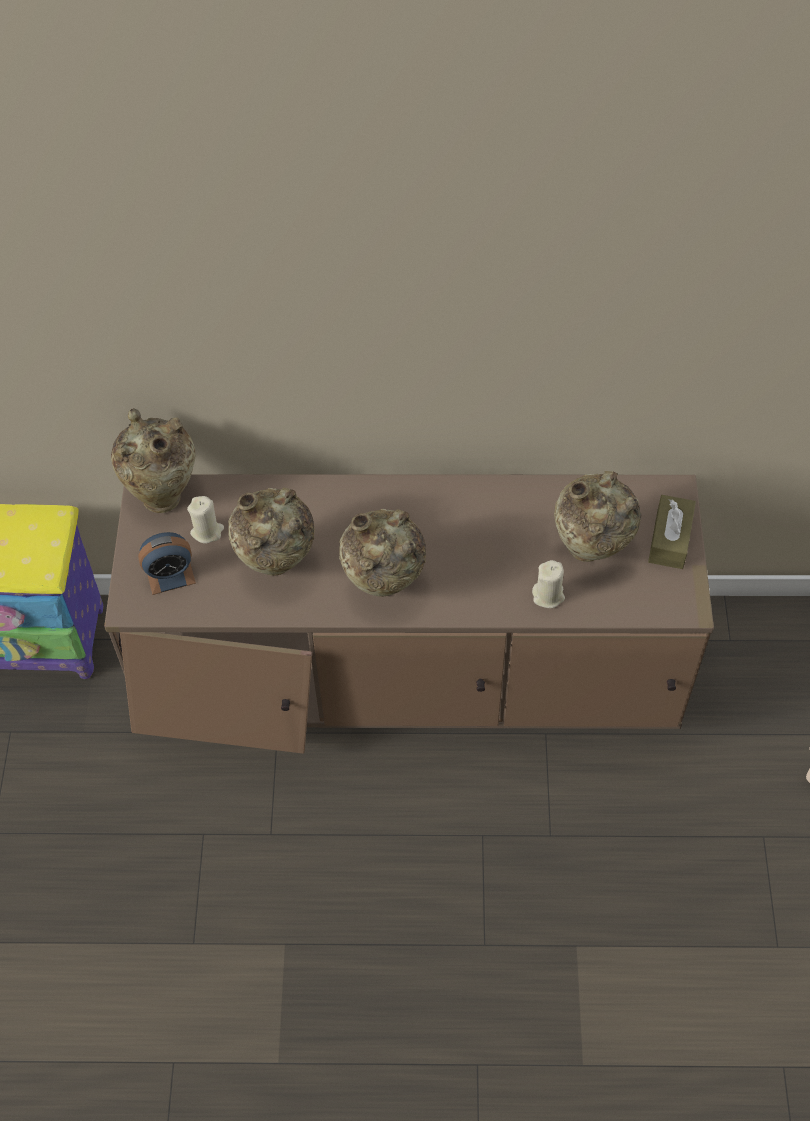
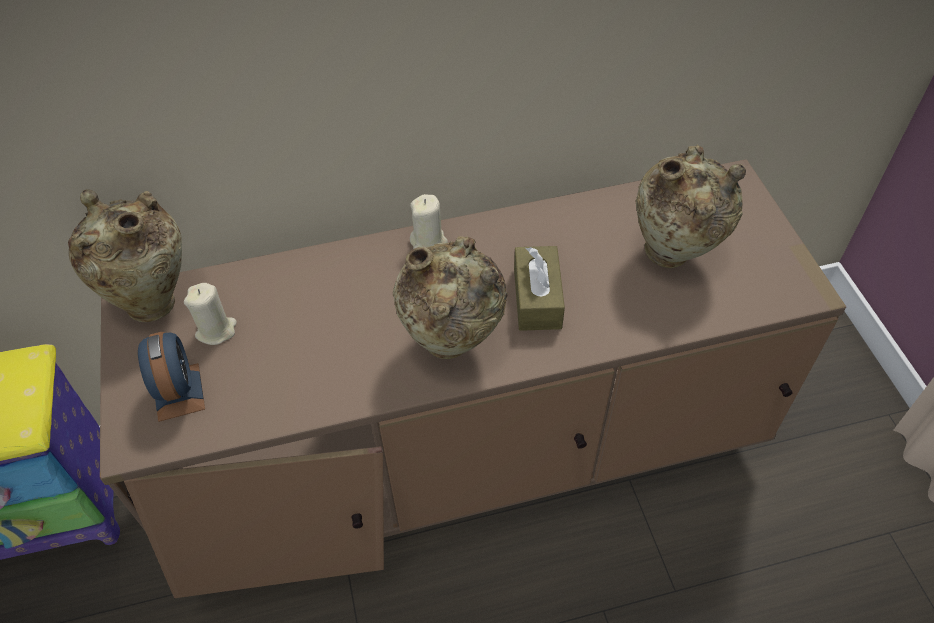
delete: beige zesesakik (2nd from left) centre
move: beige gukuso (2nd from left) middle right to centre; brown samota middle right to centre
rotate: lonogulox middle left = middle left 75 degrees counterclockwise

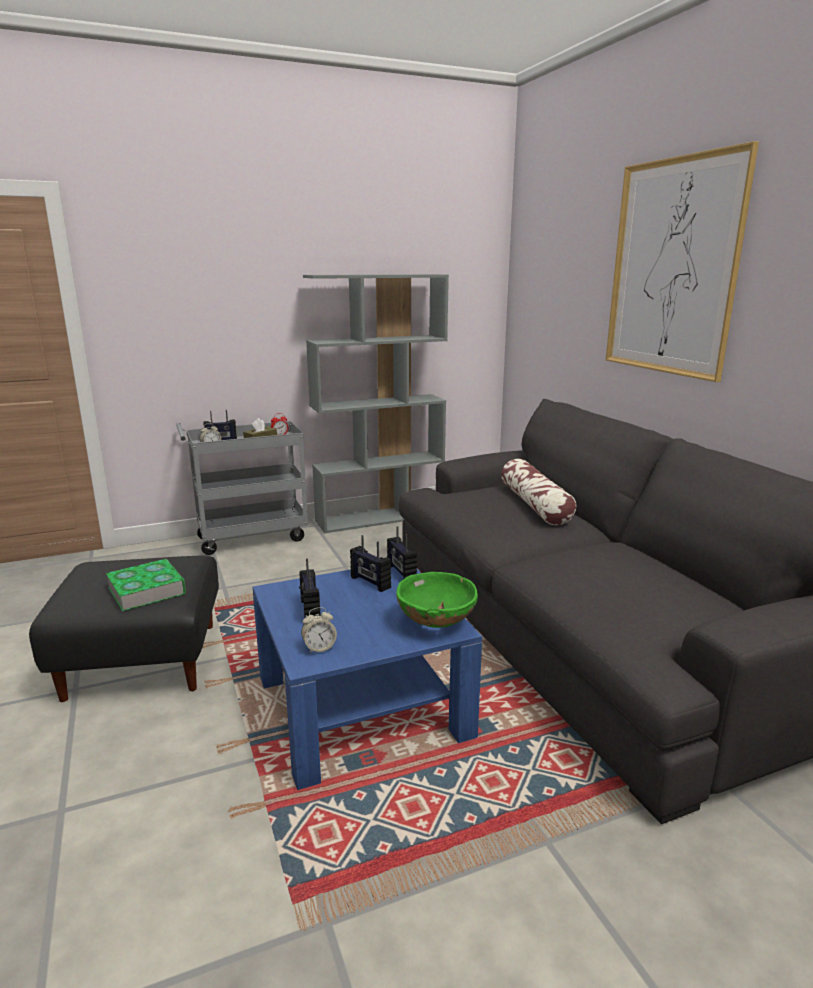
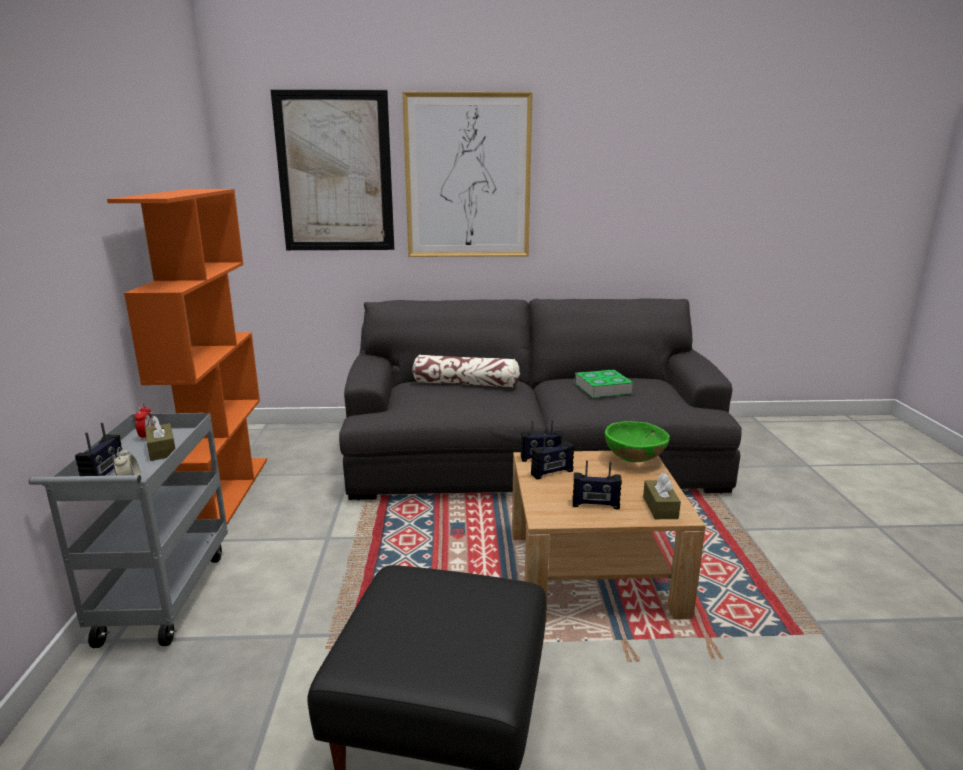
insert: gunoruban (1st from left) top centre
move: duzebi middle left to centre
replace: lonogulox (3rd from left) centre to brown samota (2nd from left) middle right
recolor: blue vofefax bottom centre to brown vofefax bottom centre; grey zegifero centre to orange zegifero middle left

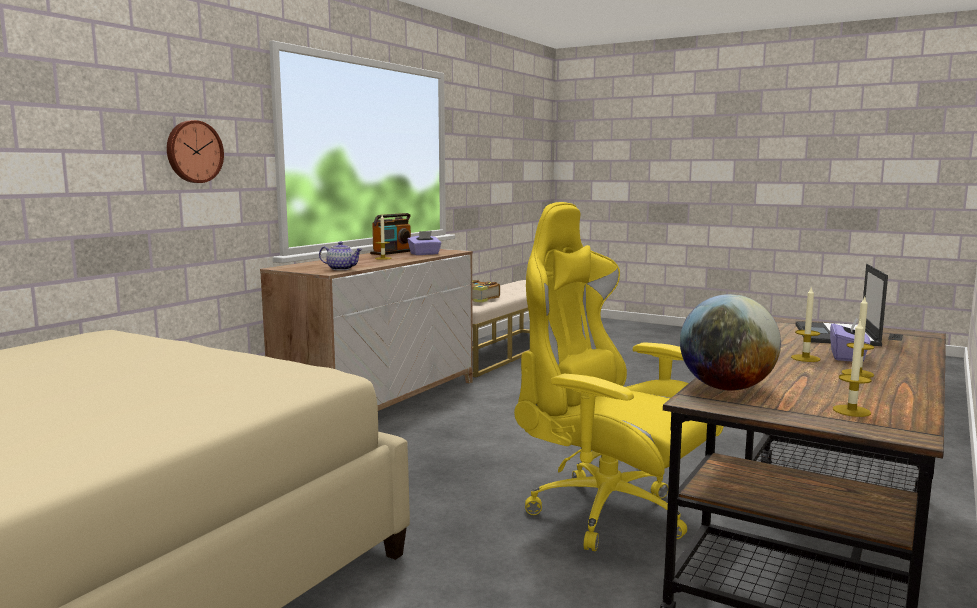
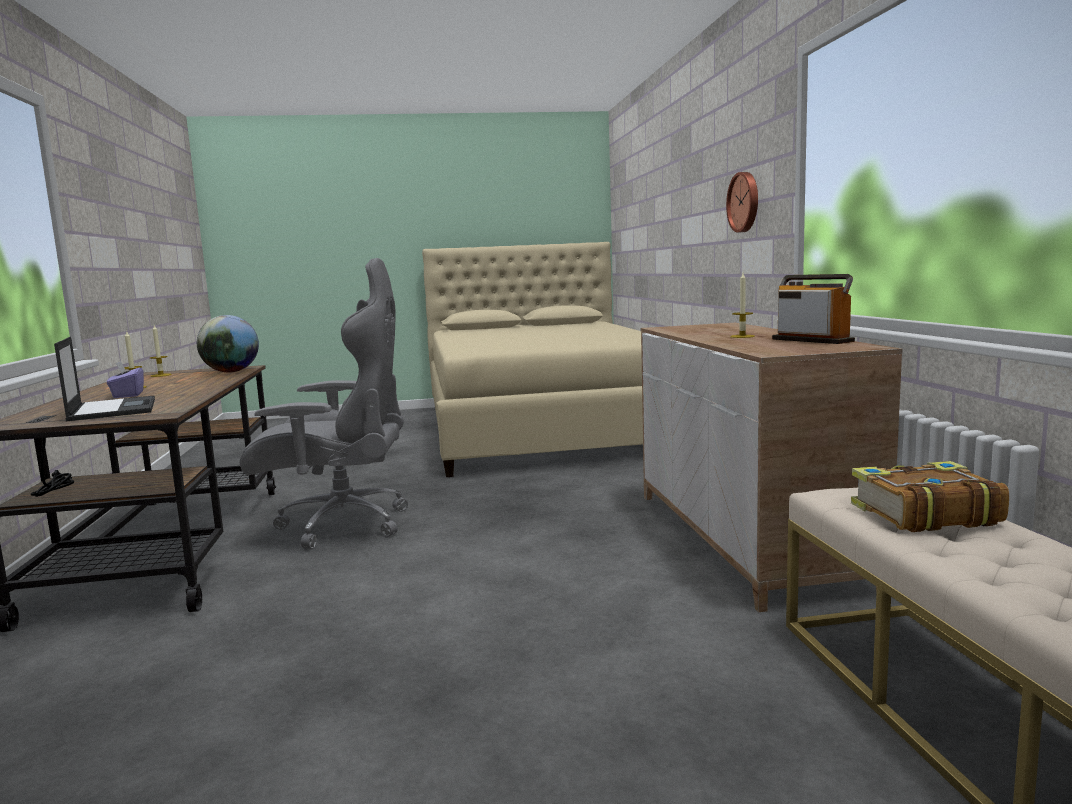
delete: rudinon centre; purple samota (1st from left) centre; gukuso (2nd from left) middle right
recolor: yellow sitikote centre to grey sitikote middle left
rotate: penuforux centre = middle right 150 degrees clockwise

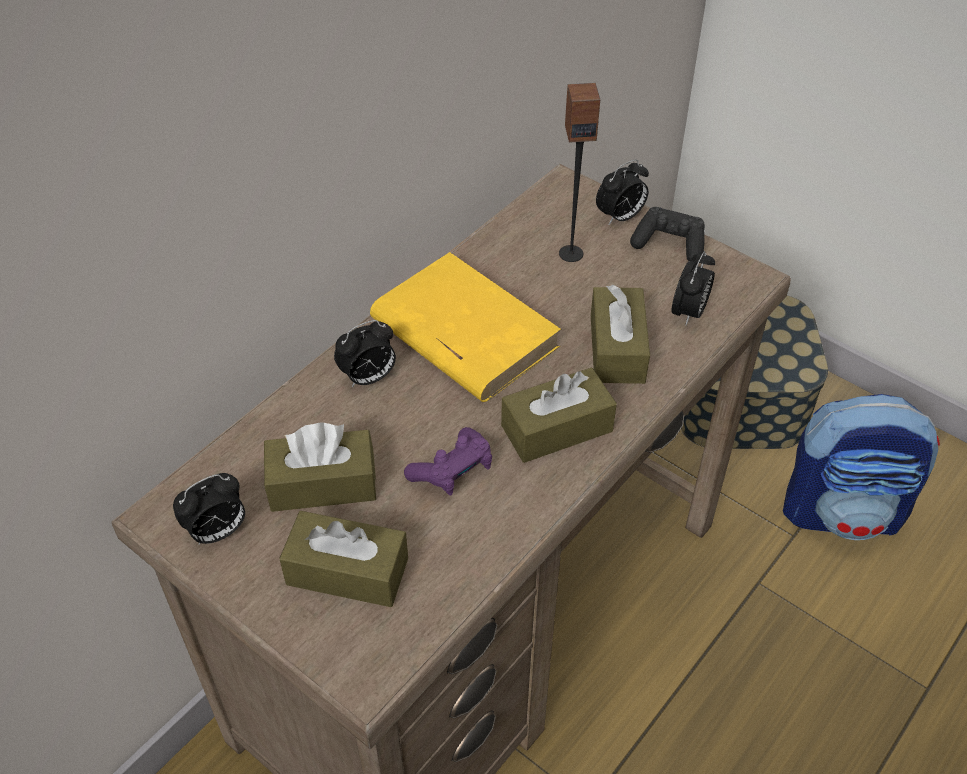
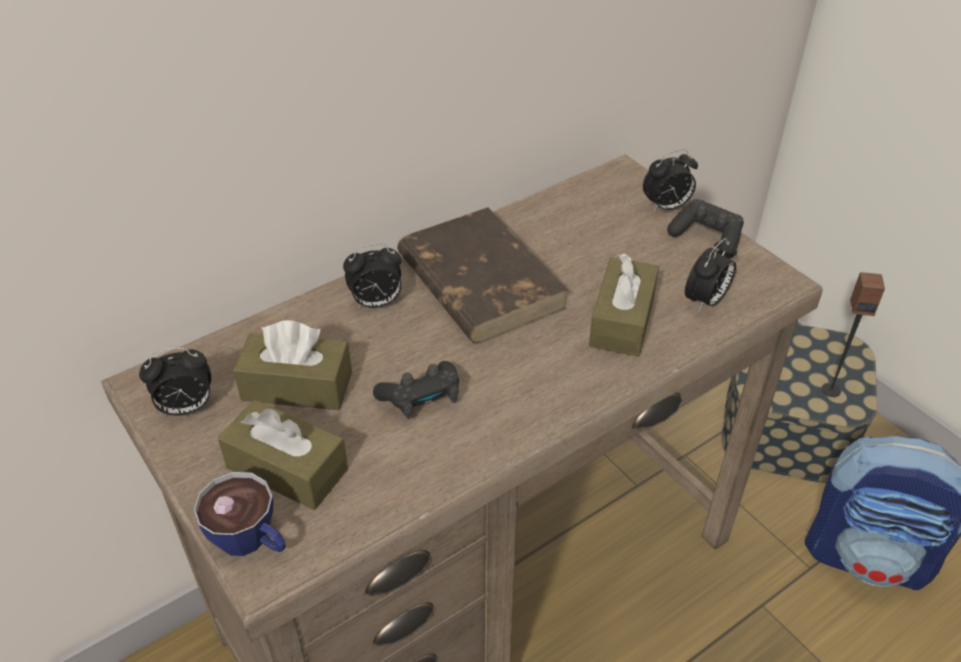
delete: brown samota (3rd from left) centre
insert: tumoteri bottom left
move: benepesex top centre to middle right
recolor: yellow duzebi centre to brown duzebi centre; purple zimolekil centre to black zimolekil (1st from left) centre

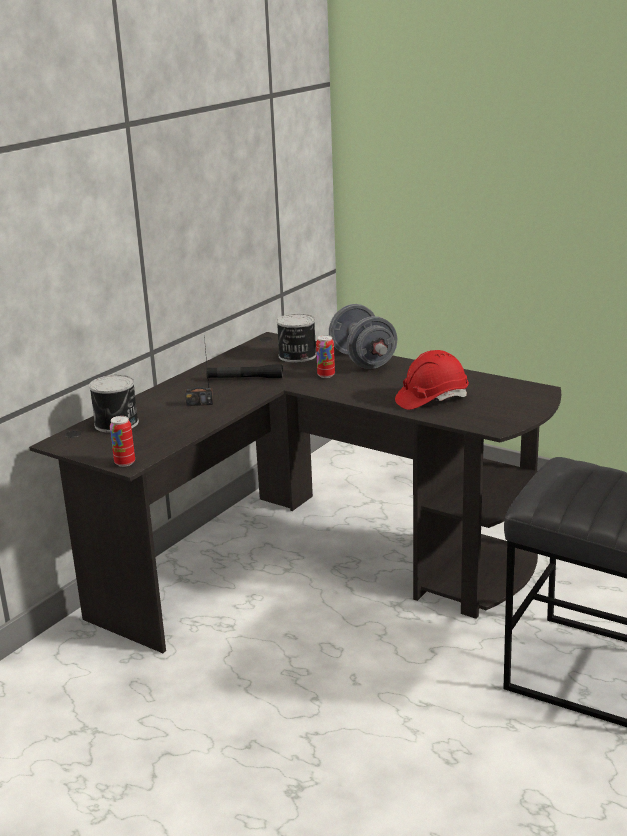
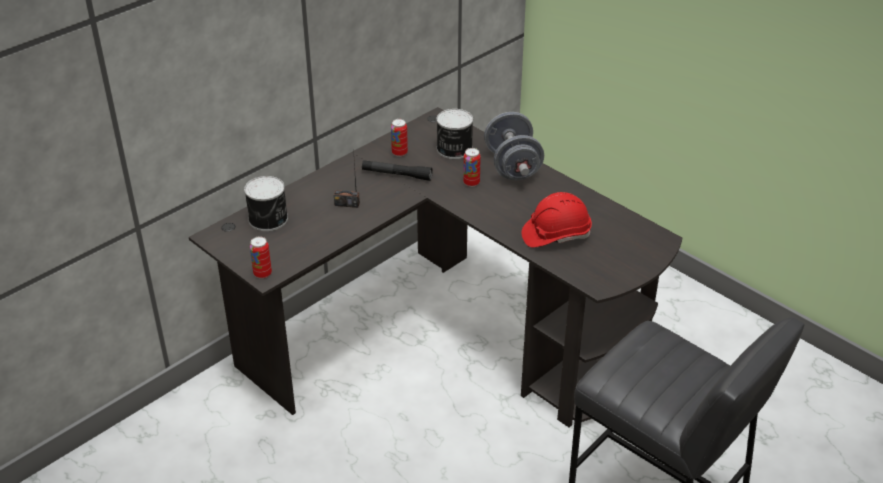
insert: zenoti (3rd from left) top centre

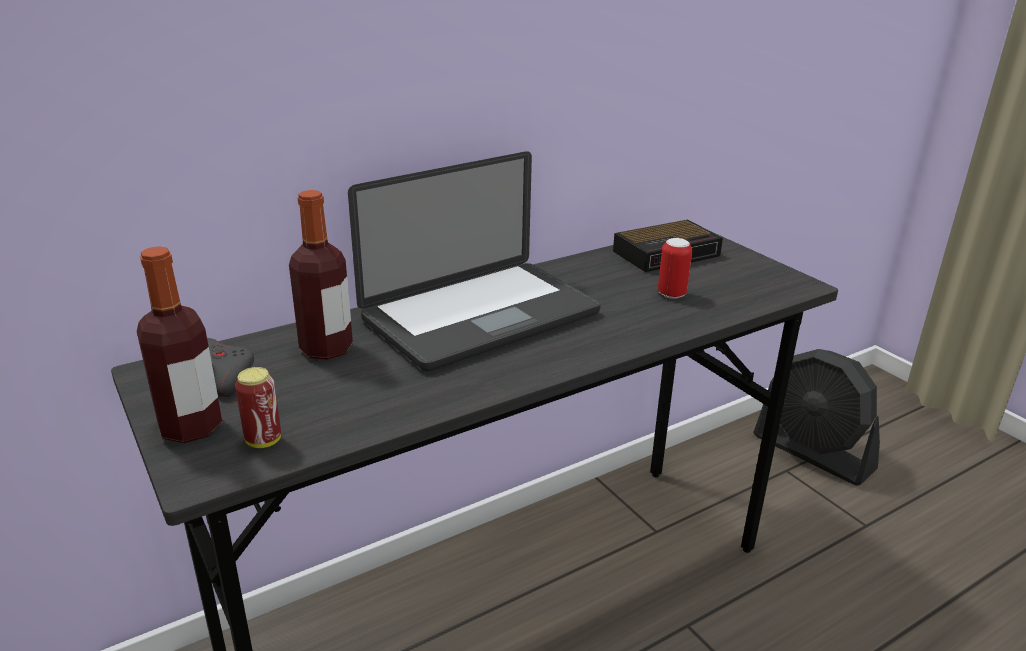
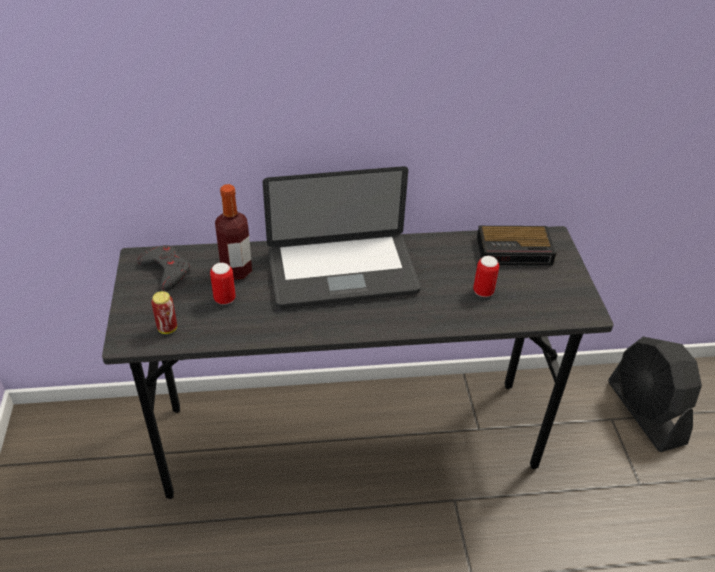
delete: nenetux (1st from left) middle left
insert: zenoti (2nd from left) middle left

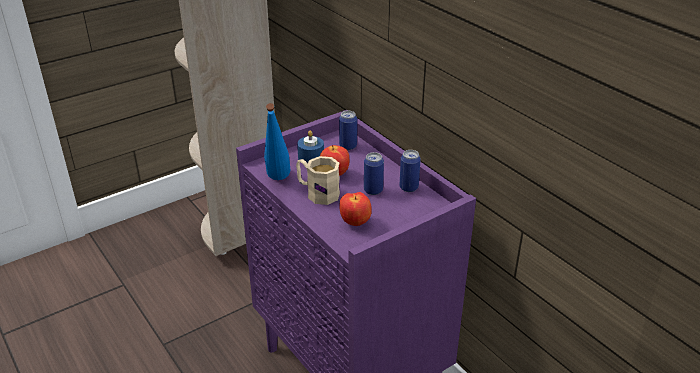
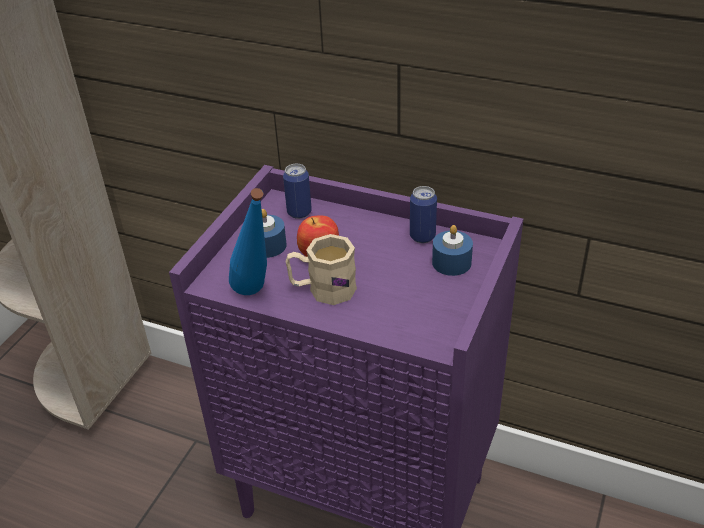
delete: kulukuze (2nd from left) centre; zenoti (2nd from left) centre
insert: blue gukuso (2nd from left) centre

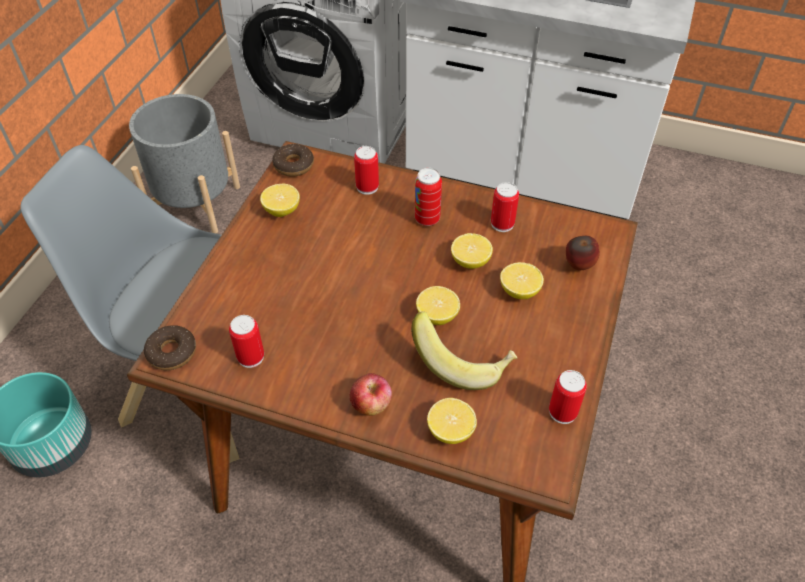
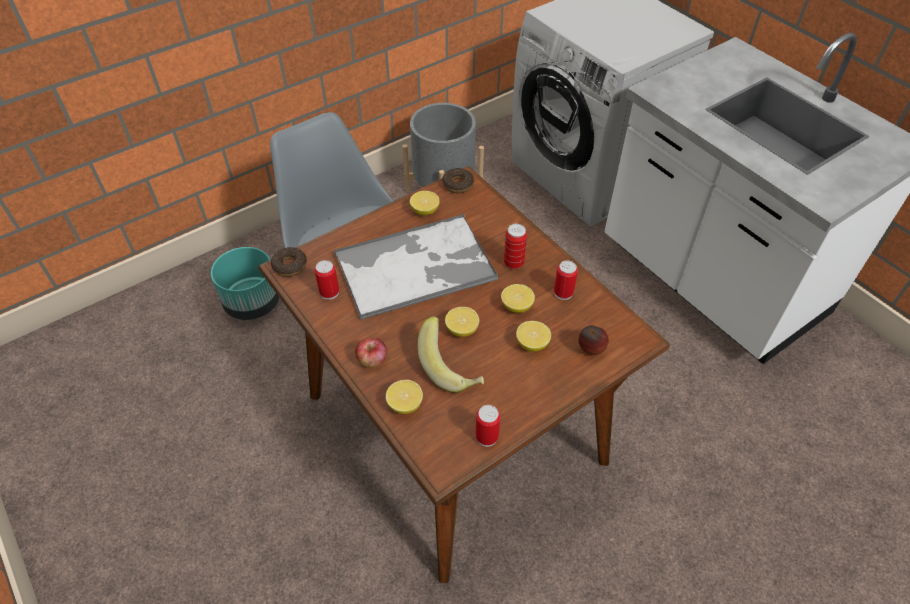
delete: zenoti (2nd from left) top centre
insert: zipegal centre

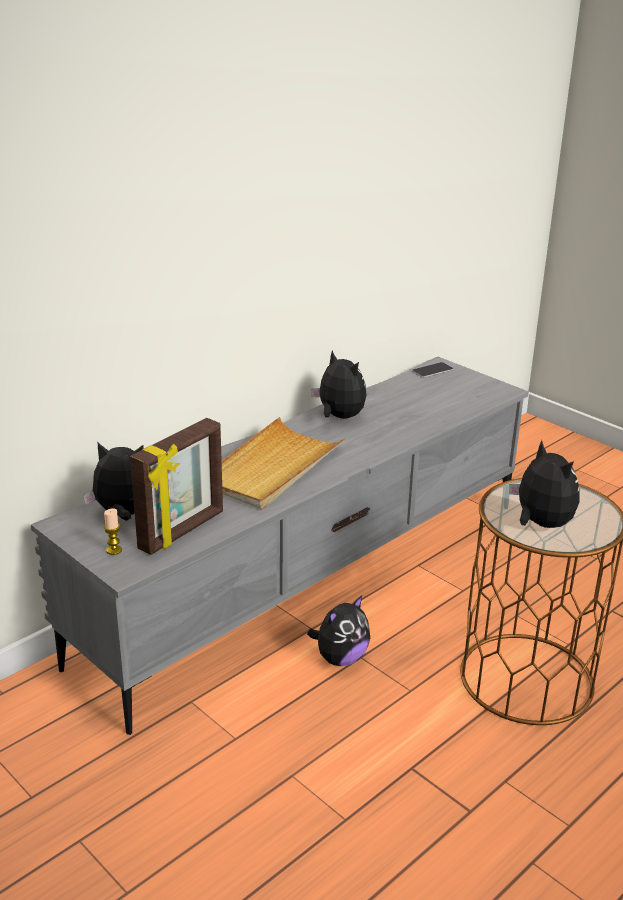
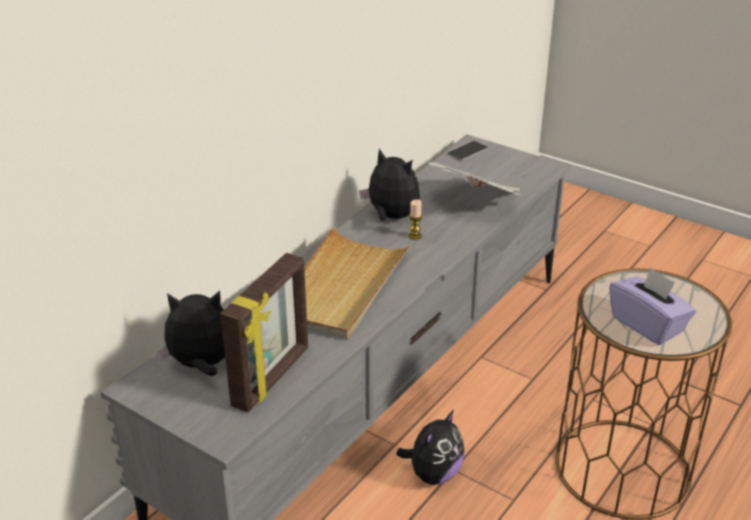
insert: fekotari centre
move: gukuso middle left to centre
replace: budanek (4th from left) middle right to purple samota middle right

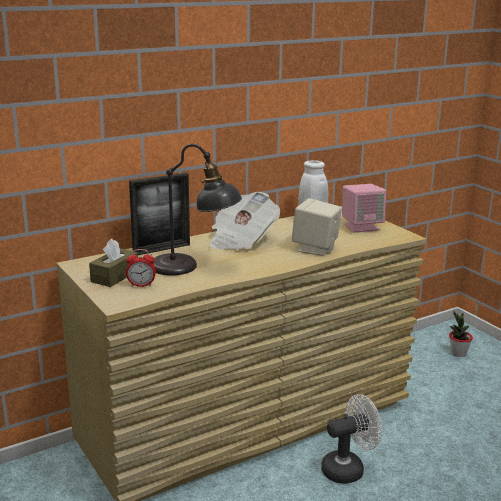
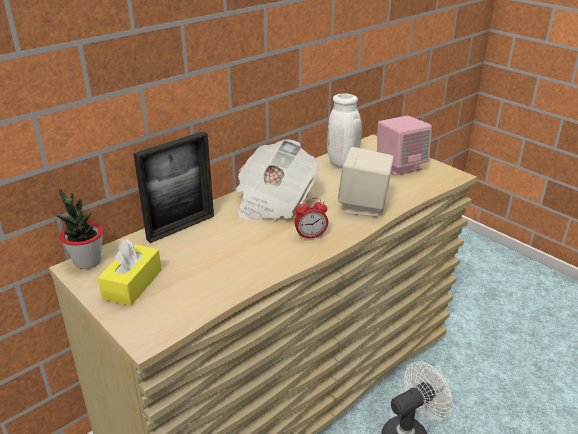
delete: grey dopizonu centre
move: lonogulox middle left to centre; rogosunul bottom right to middle left
recolor: brown samota middle left to yellow samota middle left

